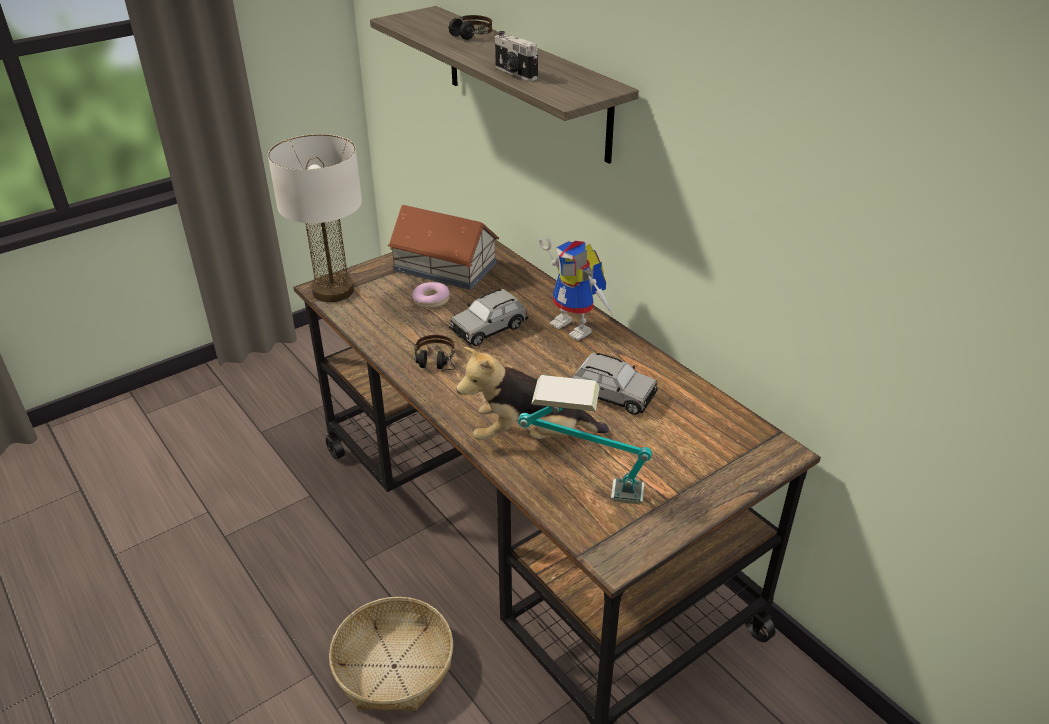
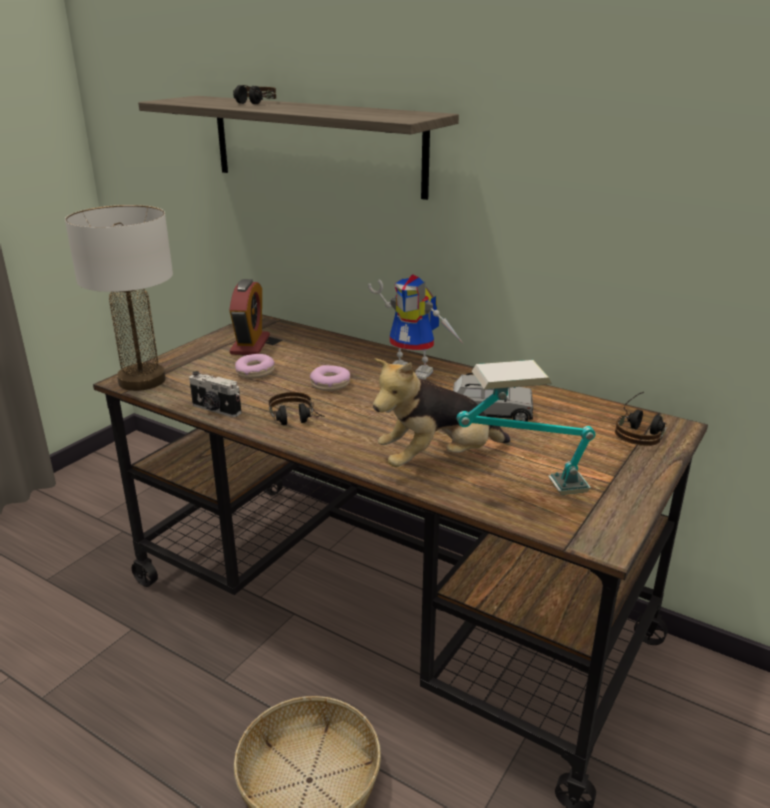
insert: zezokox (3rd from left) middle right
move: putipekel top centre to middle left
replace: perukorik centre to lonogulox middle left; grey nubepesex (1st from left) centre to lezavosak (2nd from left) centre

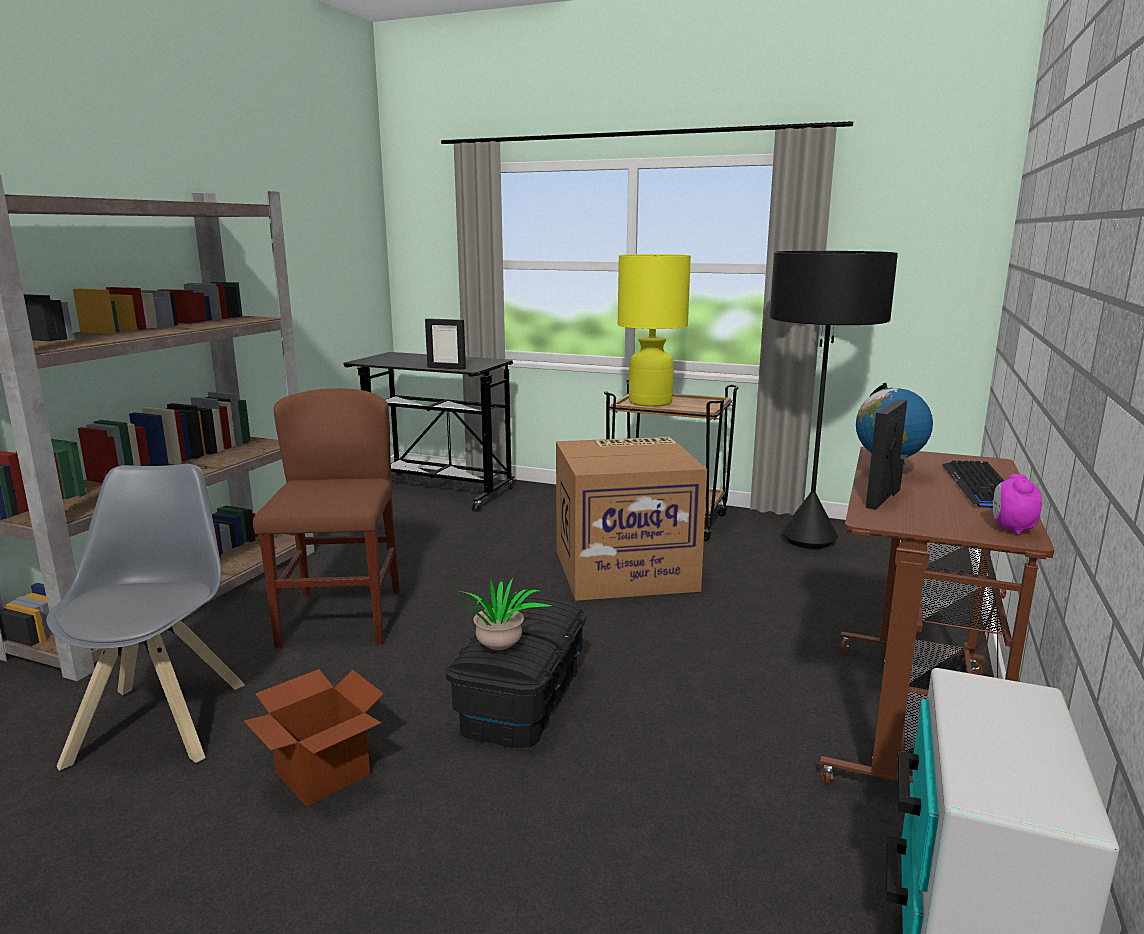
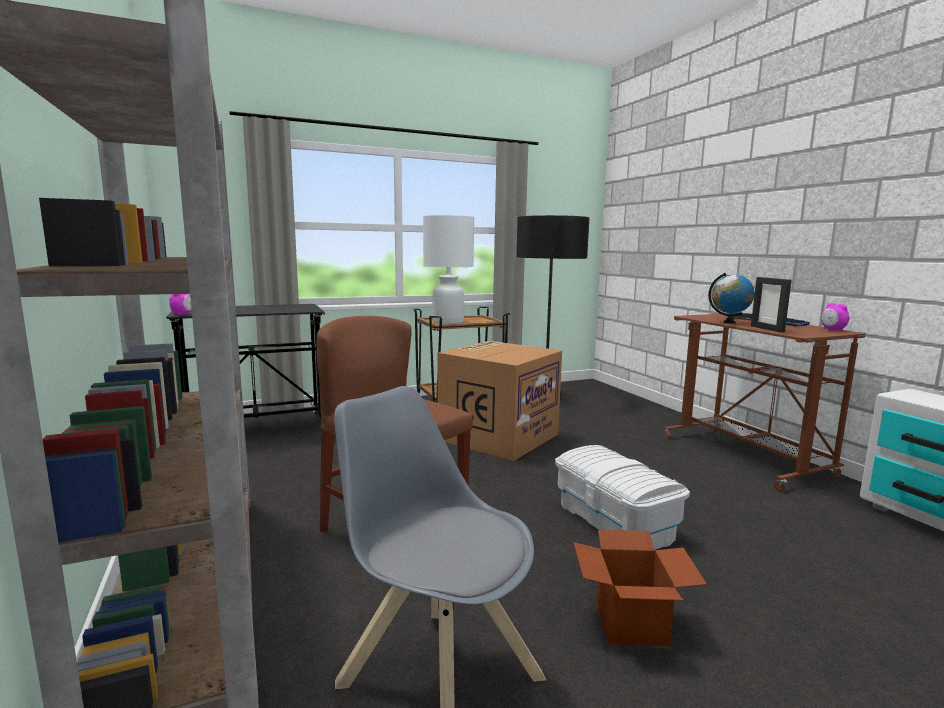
delete: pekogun (1st from left) centre; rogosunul centre
insert: lonogulox (1st from left) middle left
recolor: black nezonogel bottom centre to white nezonogel bottom centre; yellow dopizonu centre to white dopizonu centre

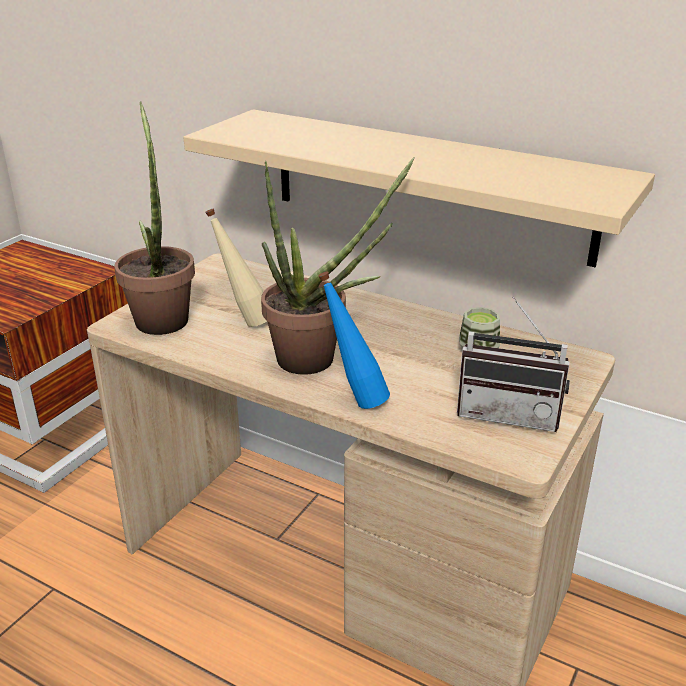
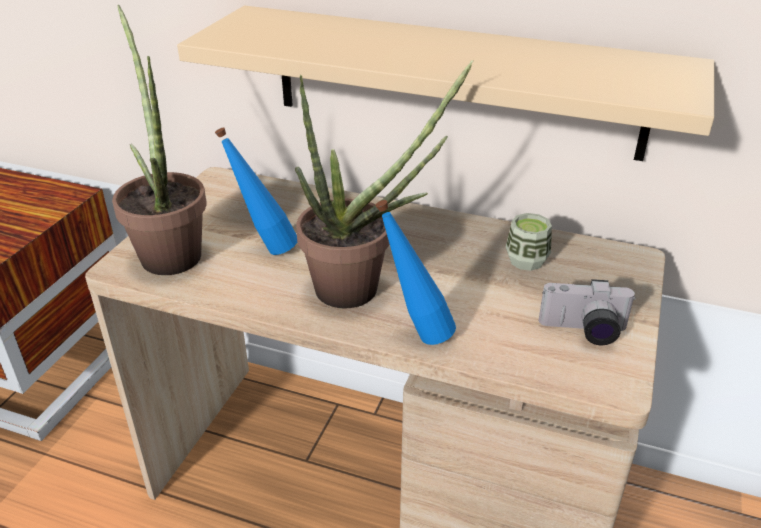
replace: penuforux middle right to putipekel middle right
recolor: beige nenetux centre to blue nenetux (1st from left) centre

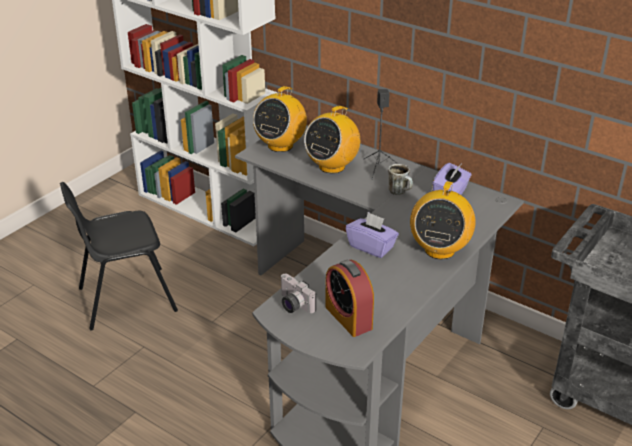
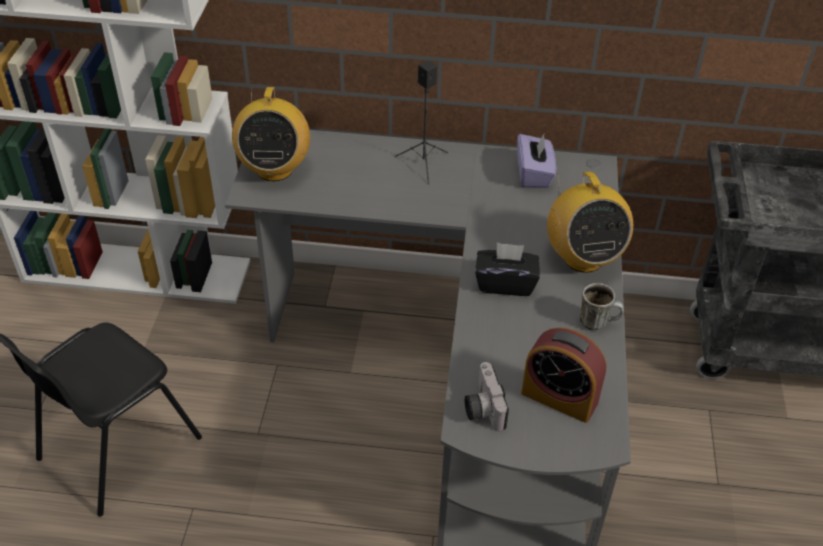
delete: penuforux (2nd from left) top centre
move: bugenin centre to middle right
recolor: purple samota (1st from left) centre to black samota centre
rotate: putipekel centre = bottom centre 60 degrees clockwise

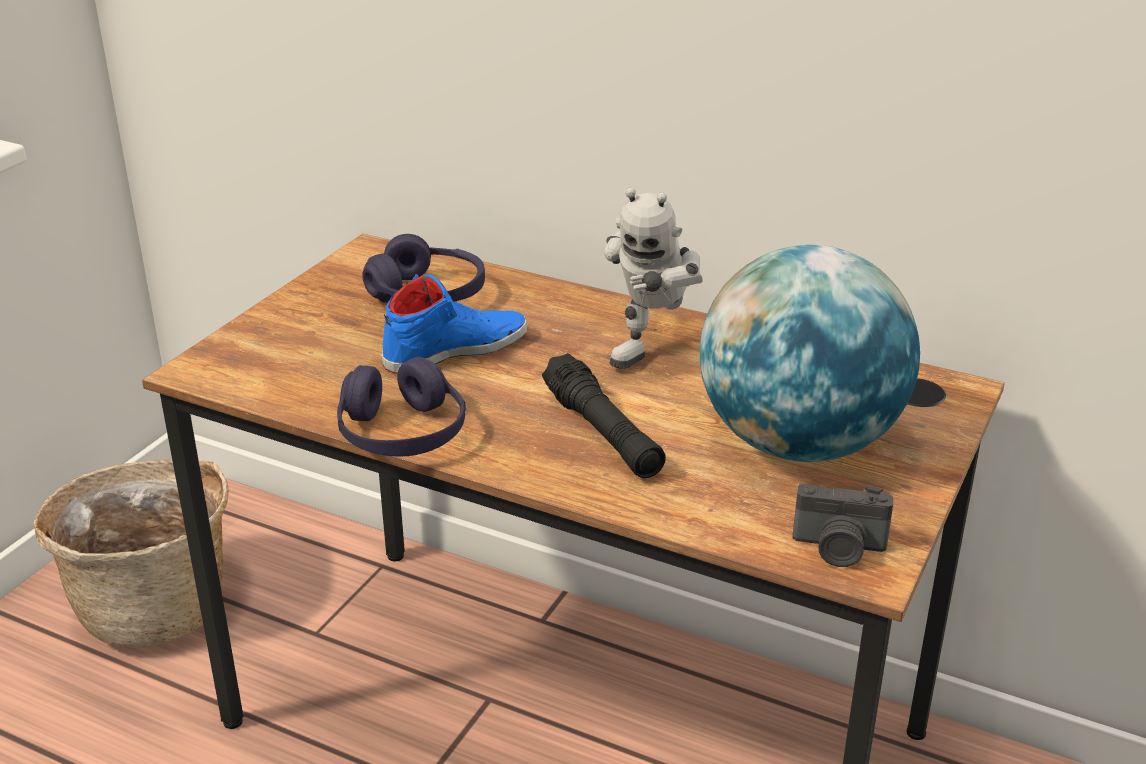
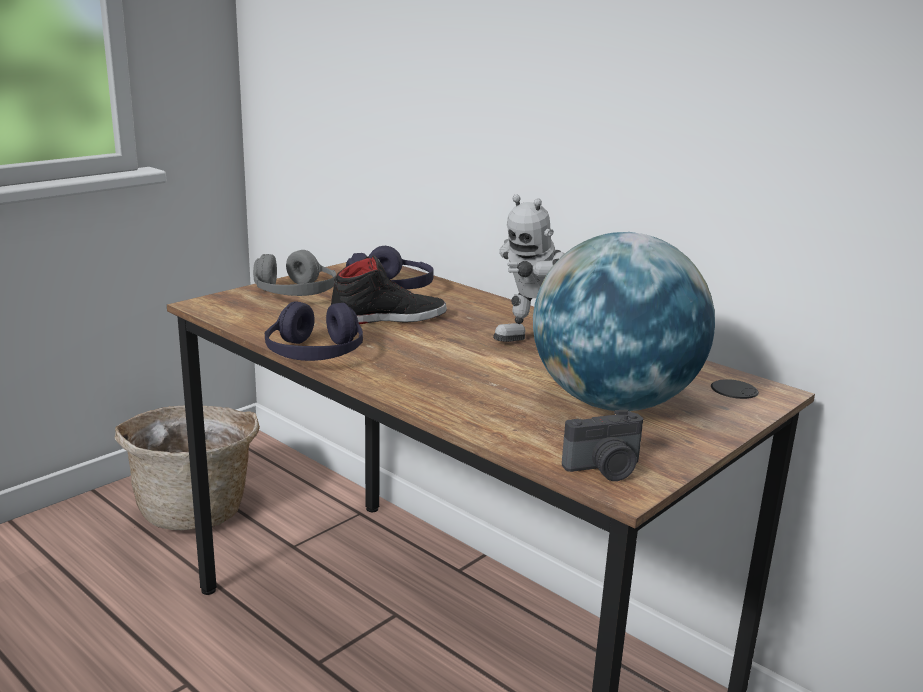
delete: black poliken centre
insert: grey zezokox middle left
recolor: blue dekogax centre to black dekogax centre
rotate: putipekel bottom right = centre 45 degrees counterclockwise

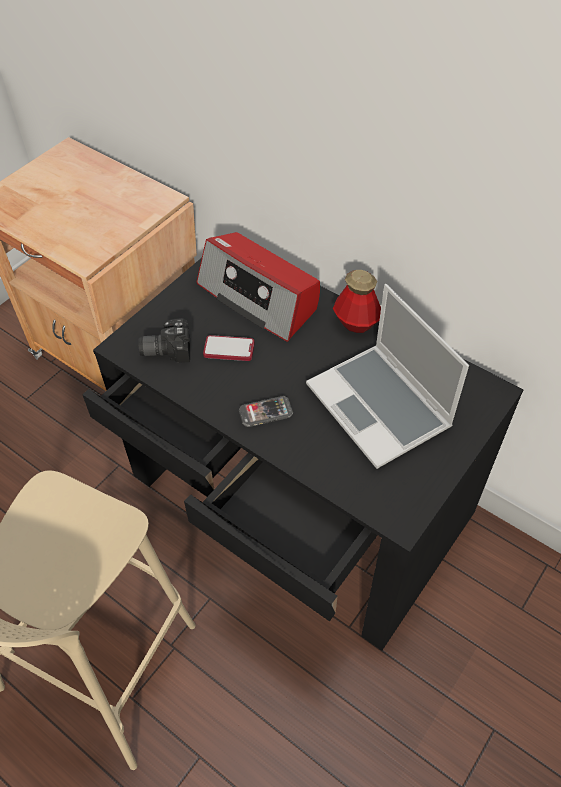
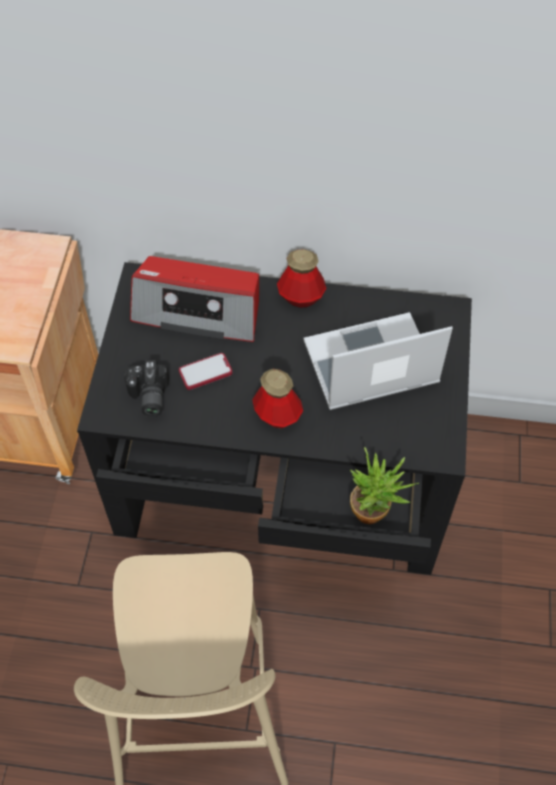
insert: rogosunul middle right
replace: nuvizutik (2nd from left) centre to nenetux (1st from left) centre
rotate: putipekel middle left = middle left 60 degrees counterclockwise; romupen middle right = middle right 135 degrees clockwise

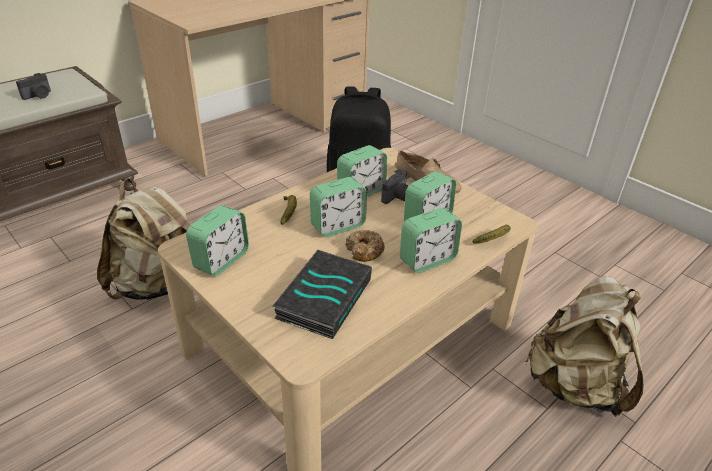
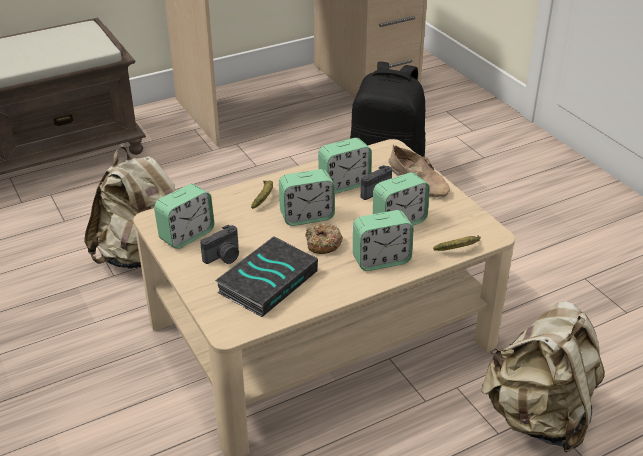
move: putipekel (1st from left) top left to centre

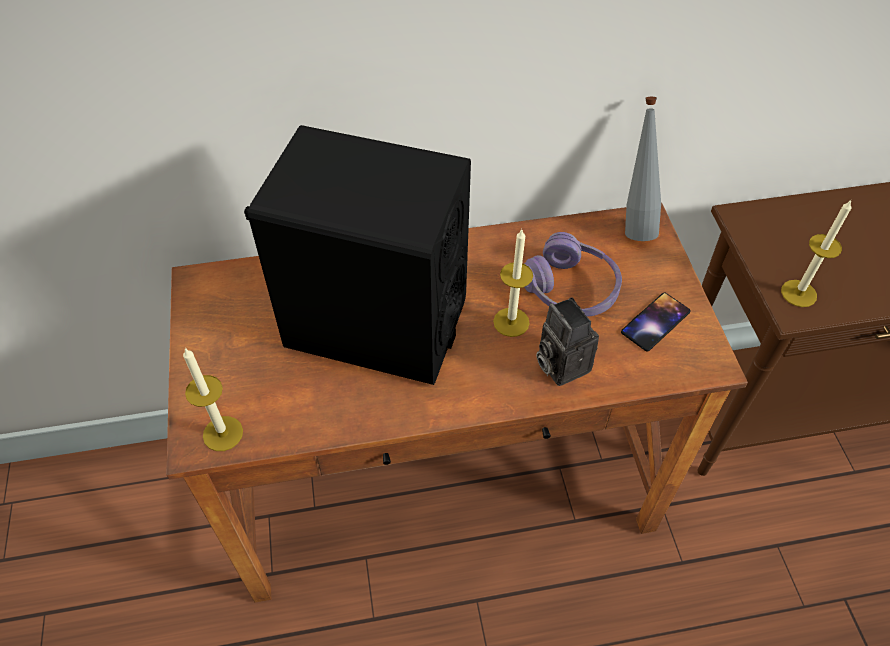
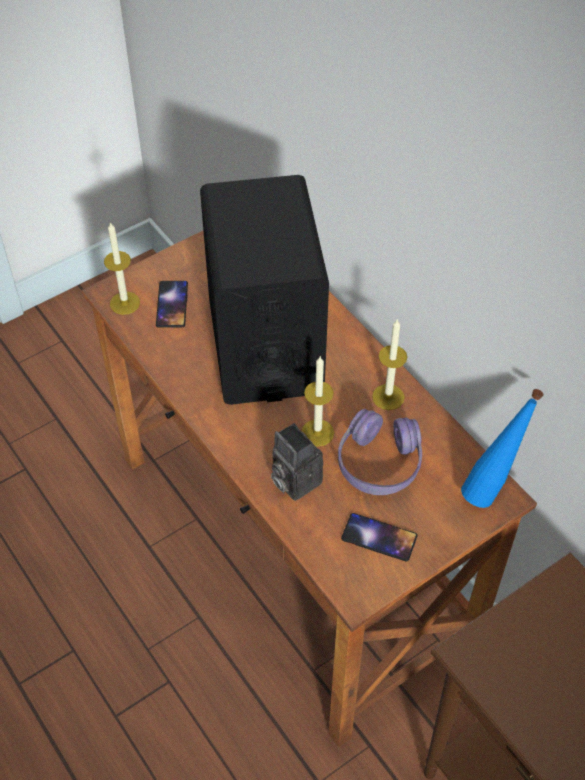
insert: nuvizutik (1st from left) middle left
move: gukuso (3rd from left) middle right to centre
recolor: grey nenetux top right to blue nenetux middle right
rotate: putipekel centre = centre 75 degrees counterclockwise

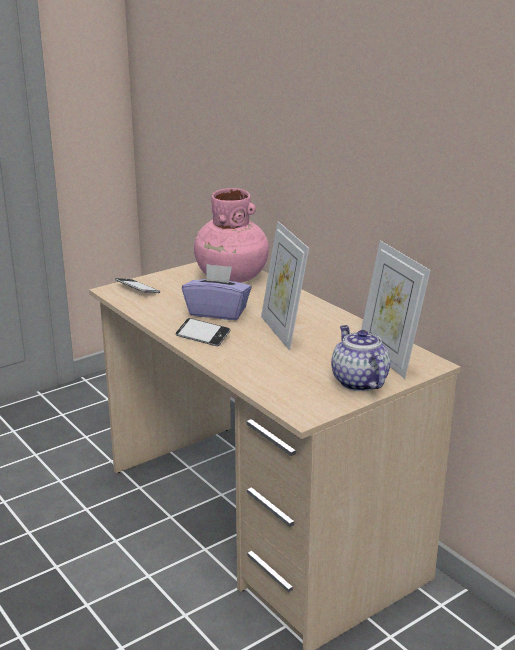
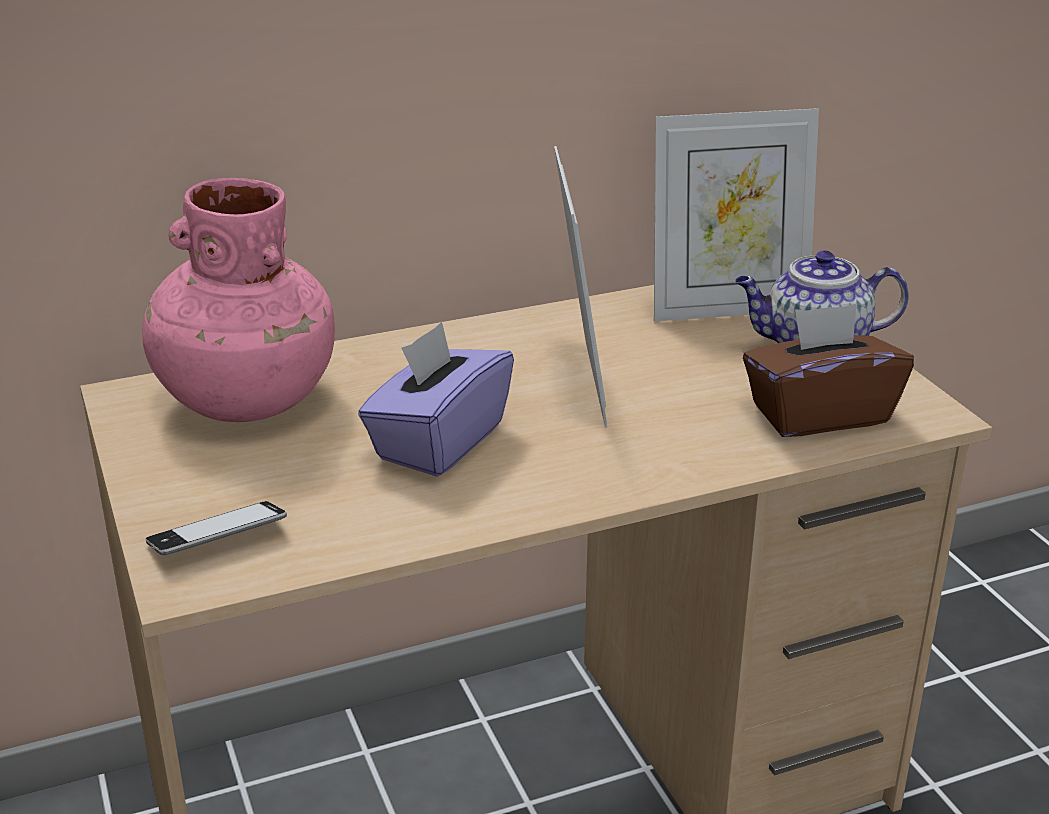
delete: nuvizutik (2nd from left) centre
insert: brown samota middle right
rotate: pekogun (1st from left) centre = centre 90 degrees counterclockwise

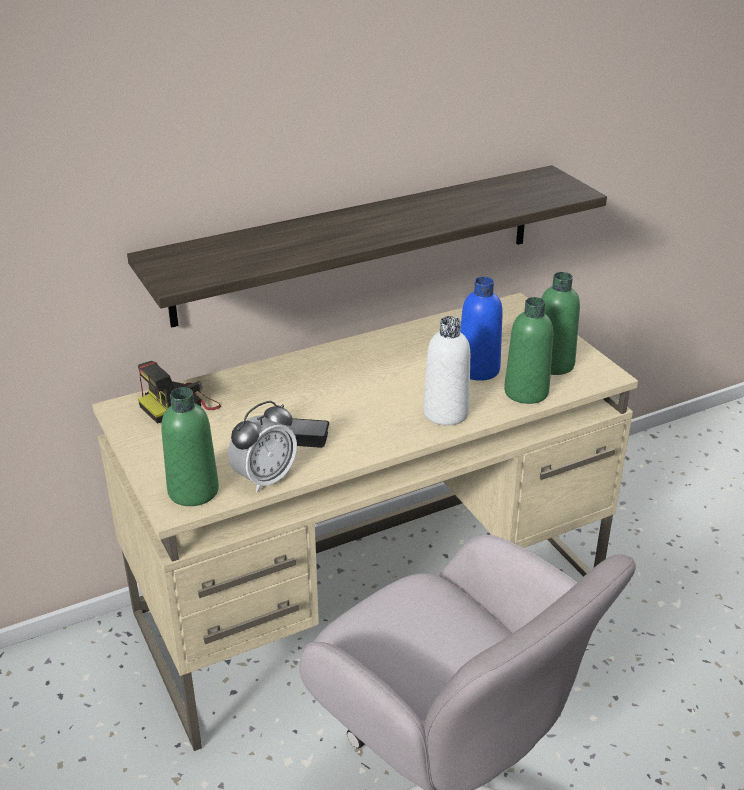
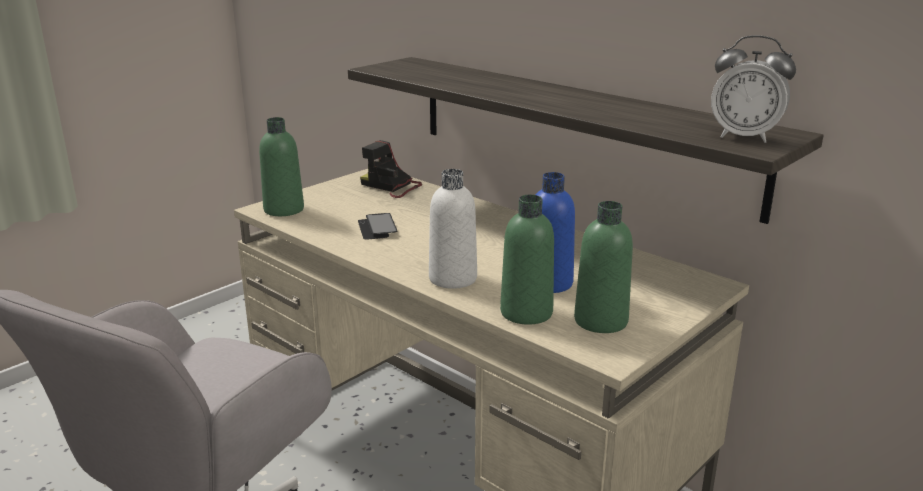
move: lonogulox centre to top right

